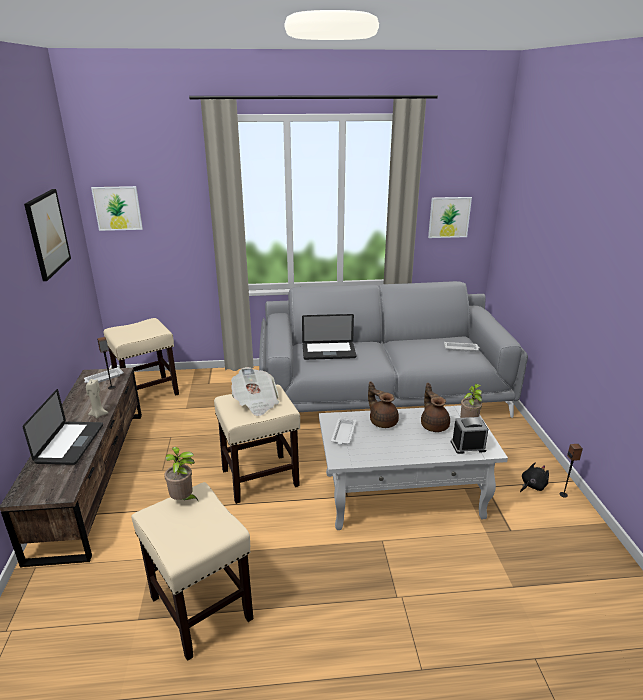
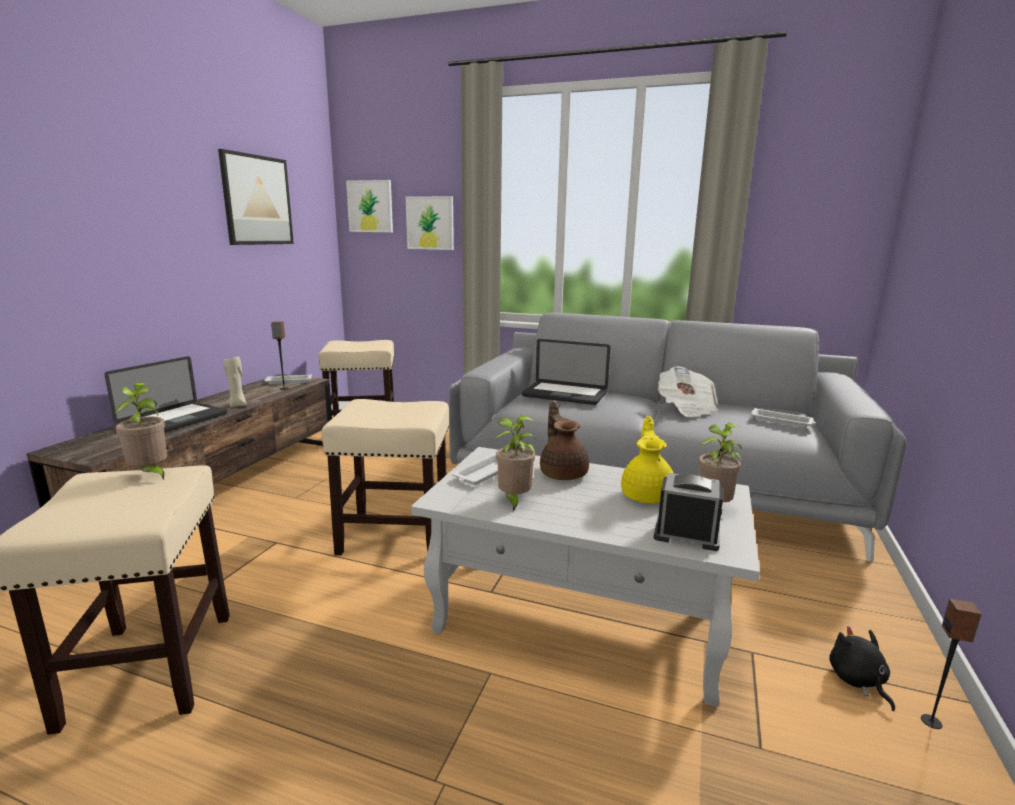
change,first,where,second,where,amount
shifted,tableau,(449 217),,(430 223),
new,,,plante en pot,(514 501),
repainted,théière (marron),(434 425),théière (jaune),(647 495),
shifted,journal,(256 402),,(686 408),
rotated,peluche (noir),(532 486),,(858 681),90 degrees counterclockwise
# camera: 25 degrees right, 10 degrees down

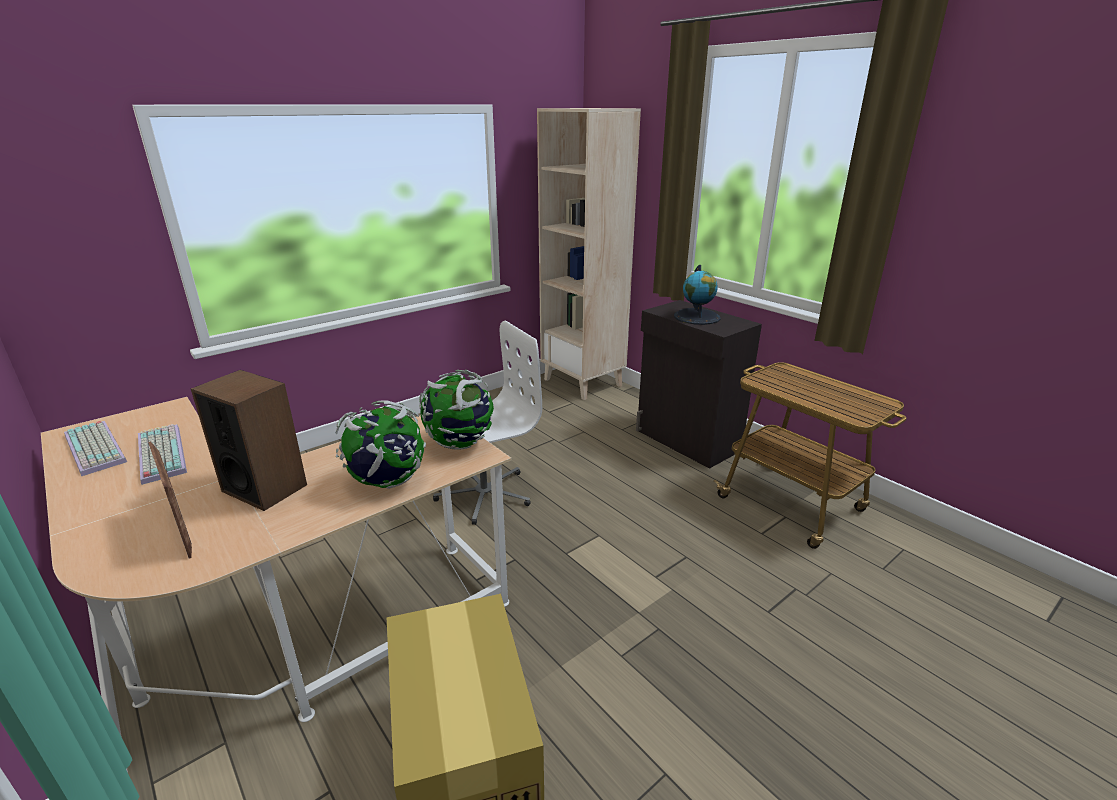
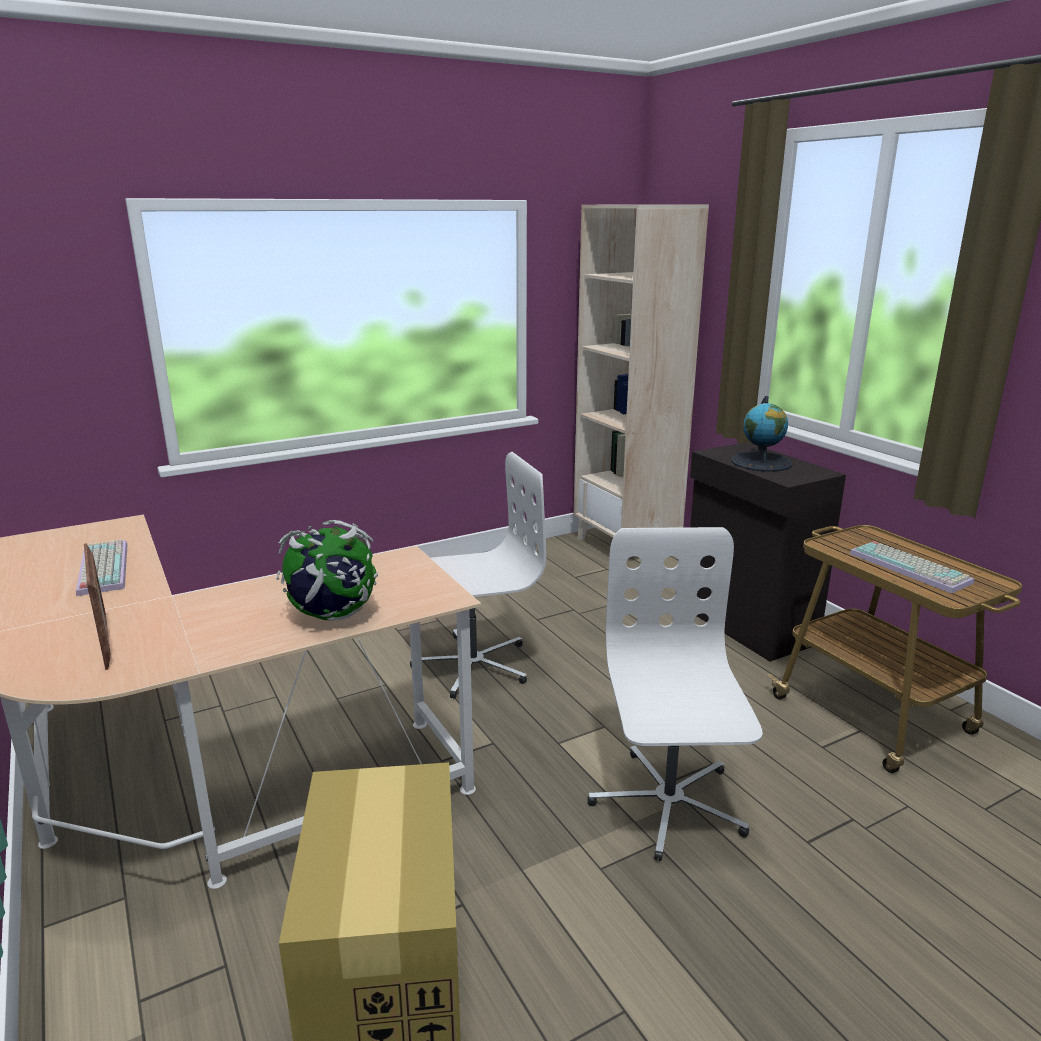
change,first,where,second,where,amount
new,,,chaise de bureau (blanc),(667 804),
shifted,clavier,(97 448),,(911 568),
gone,enceinte,(265 487),,,
gone,globe,(460 443),,,
# camera: 10 degrees right, 5 degrees down

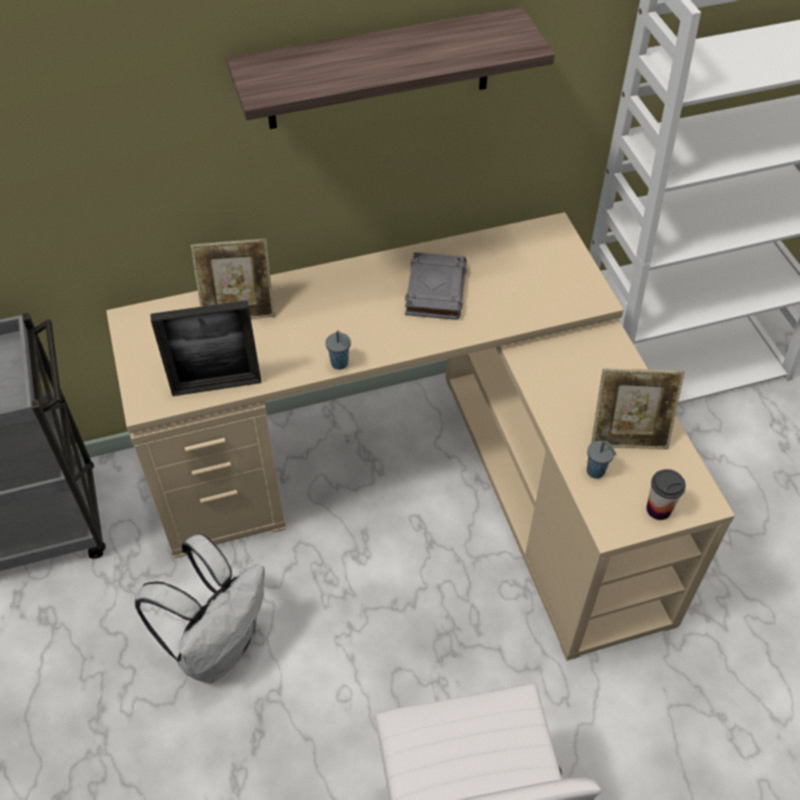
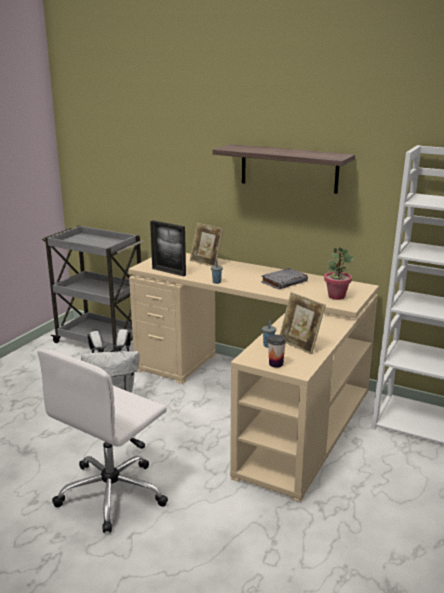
change,first,where,second,where,amount
new,,,plante en pot,(336 296),
# camera: 45 degrees right, 30 degrees down

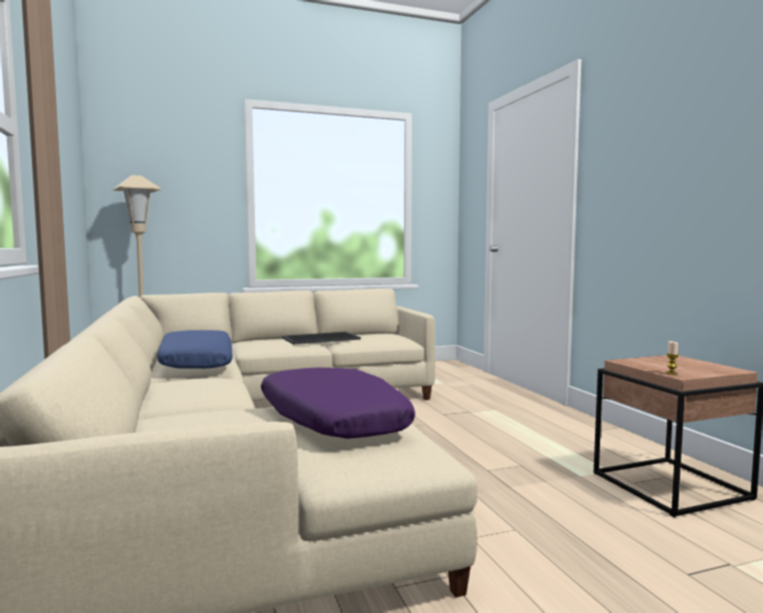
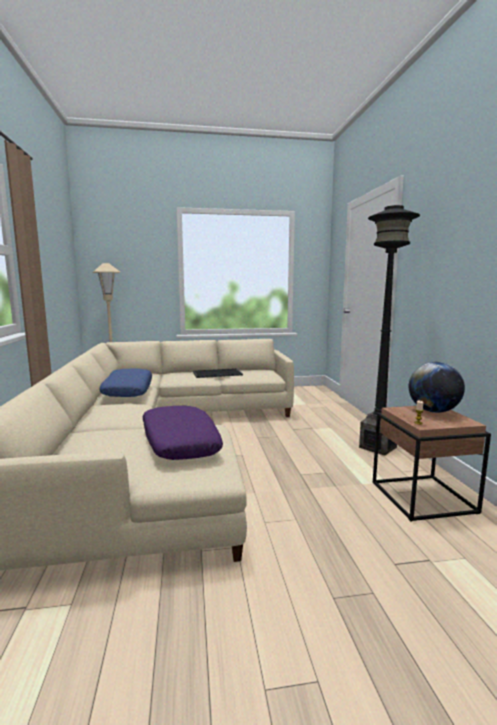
change,first,where,second,where,amount
new,,,lampadaire (noir),(378 447),
new,,,globe,(433 411),
# camera: 10 degrees right, 5 degrees up

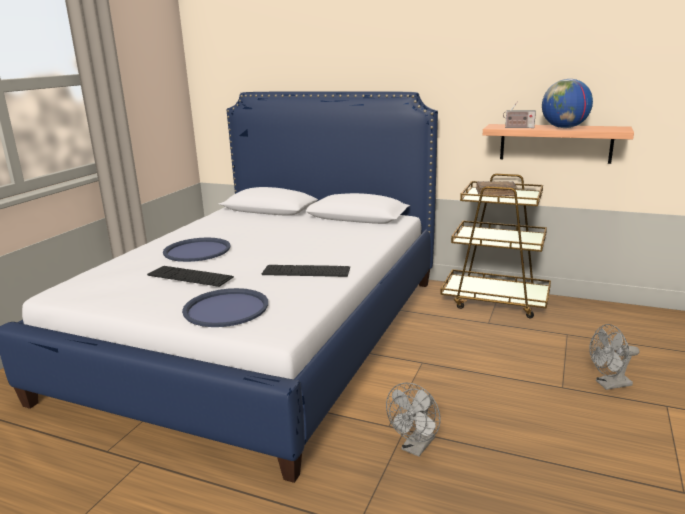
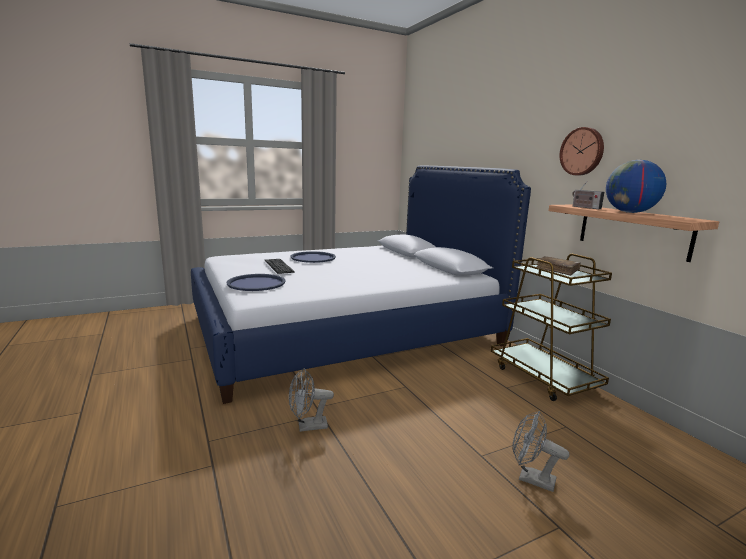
change,first,where,second,where,amount
new,,,horloge murale,(582 151),
gone,clavier,(306 271),,,
# camera: 40 degrees right, 5 degrees down

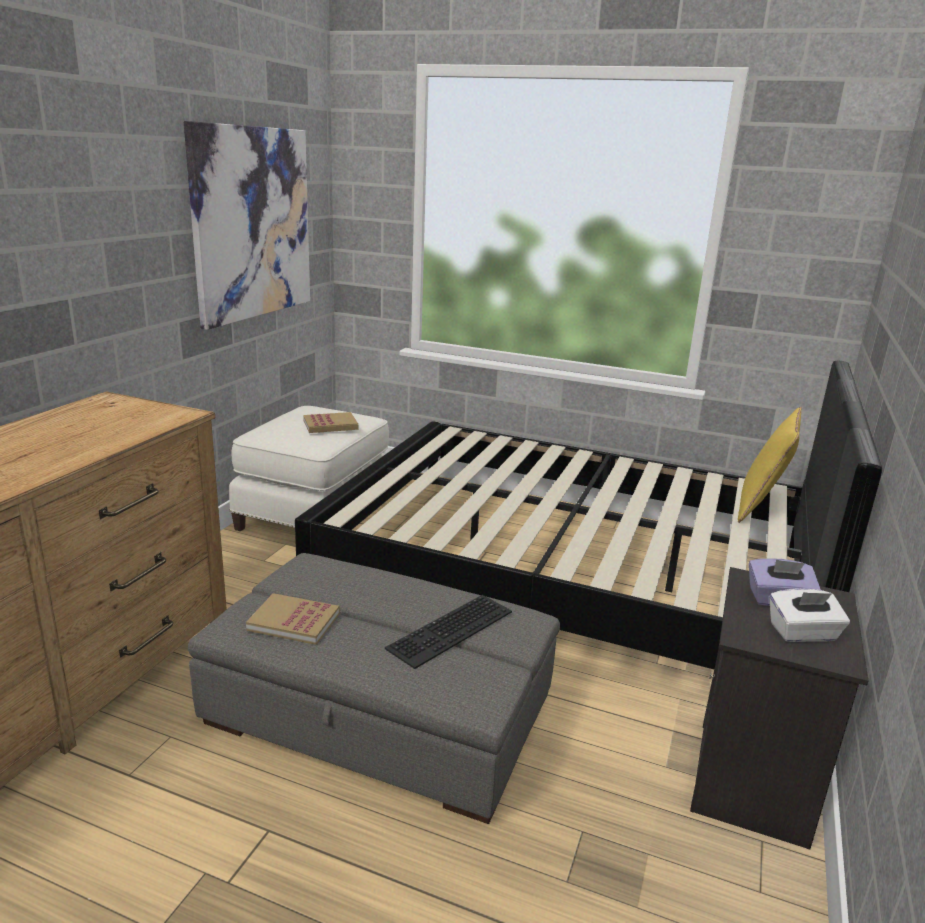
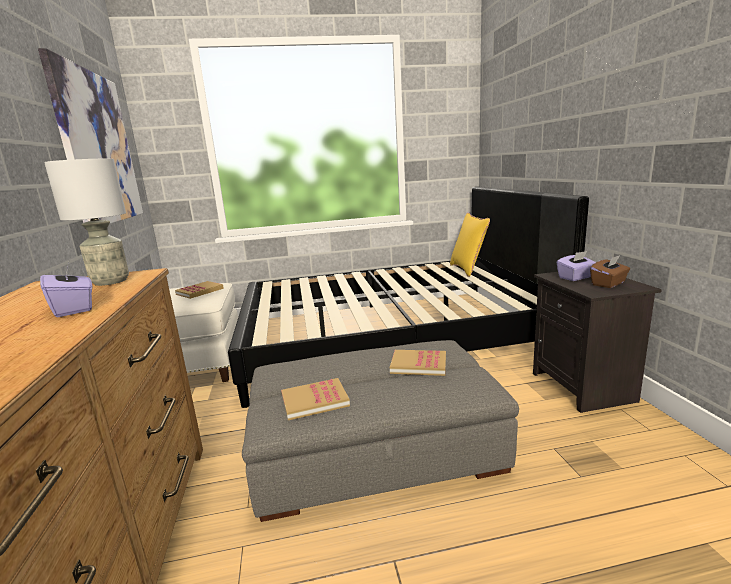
change,first,where,second,where,amount
new,,,boîte à mouchoirs (violet),(74 308),
new,,,lampe de table (gris),(110 282),
swapped,clavier,(452 631),livre,(418 364),
repainted,boîte à mouchoirs (blanc),(803 633),boîte à mouchoirs (marron),(608 284),
# camera: 30 degrees left, 5 degrees down

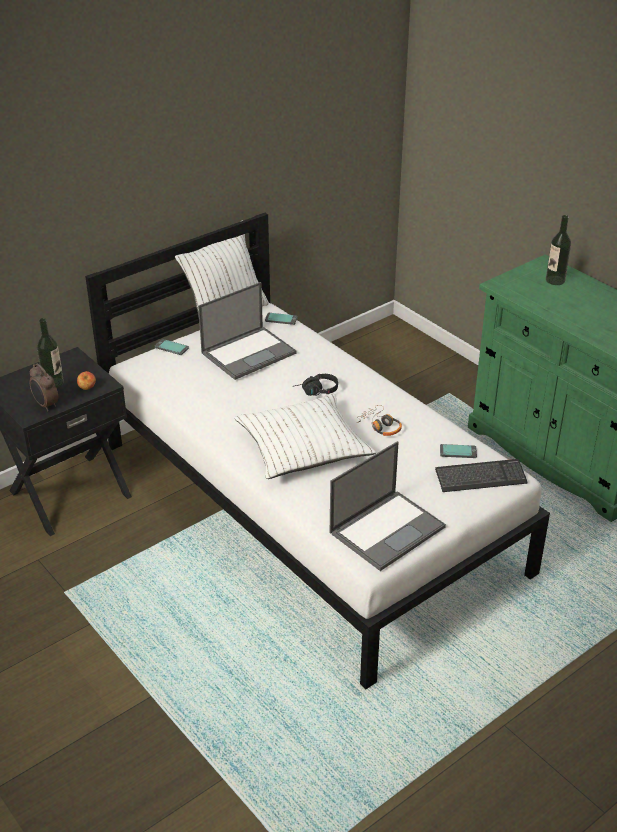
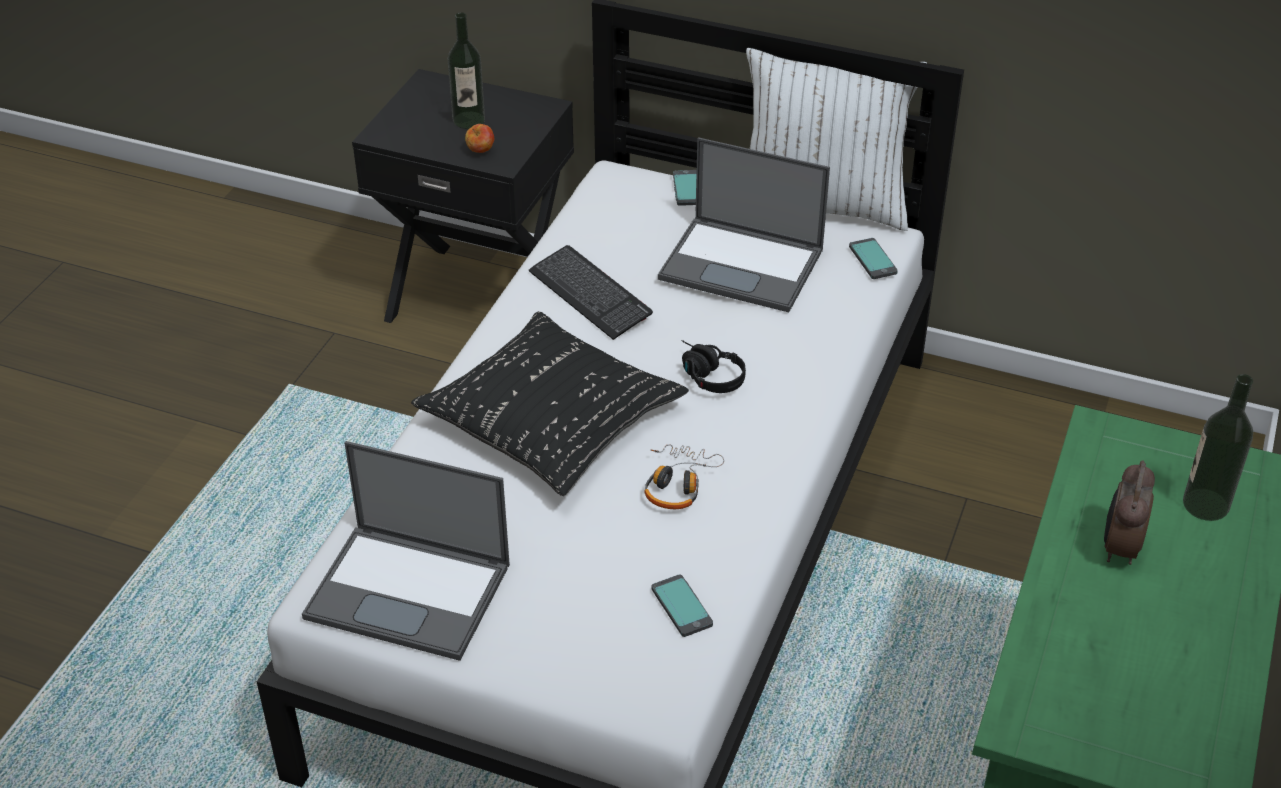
change,first,where,second,where,amount
repainted,coussin (blanc),(303 447),coussin (noir),(551 419),
shifted,clavier,(480 477),,(590 294),
shifted,réveil,(46 405),,(1119 548),
# camera: 60 degrees right, 5 degrees up

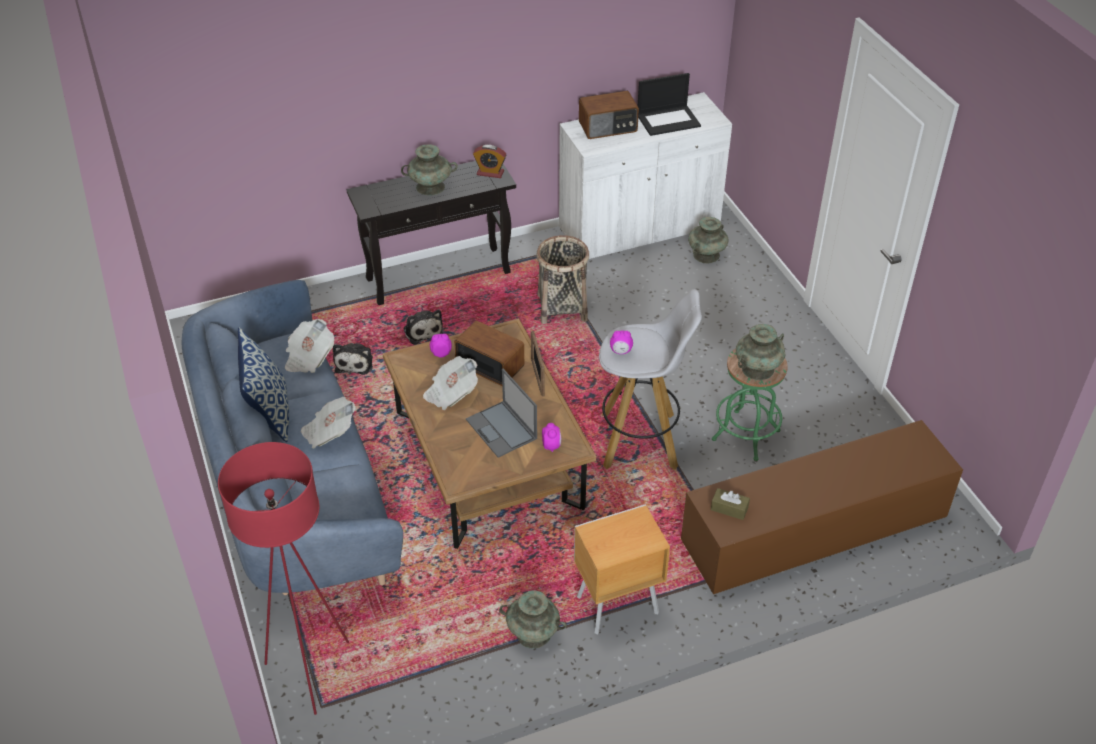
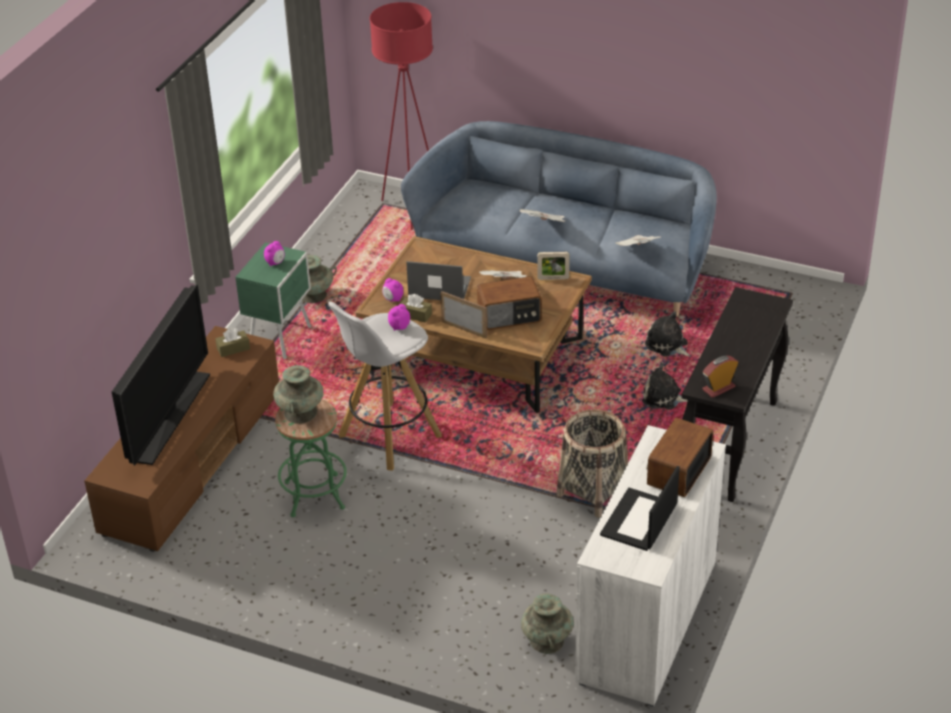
change,first,where,second,where,amount
new,,,téléviseur,(170 417),
repainted,table de chevet (marron),(615 605),table de chevet (vert),(281 338),
shifted,réveil,(441 353),,(275 263),
new,,,boîte à mouchoirs (marron),(415 315),
new,,,cadre photo,(553 278),
gone,coussin,(269 413),,,
gone,vase (turquoise),(430 187),,,
# camera: 135 degrees right, 5 degrees down

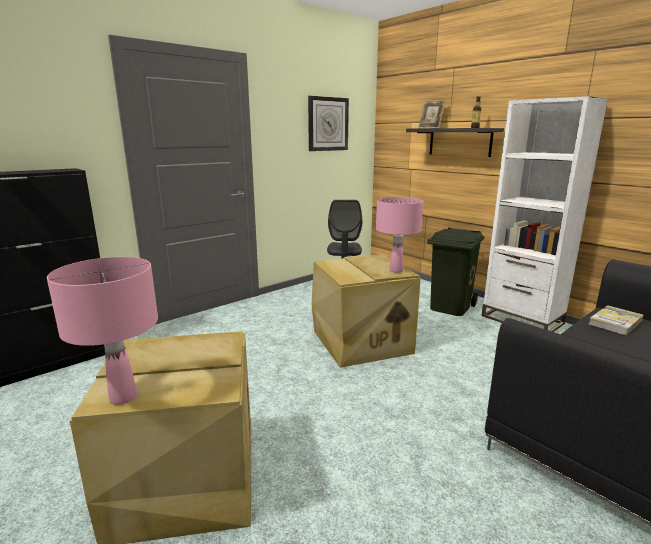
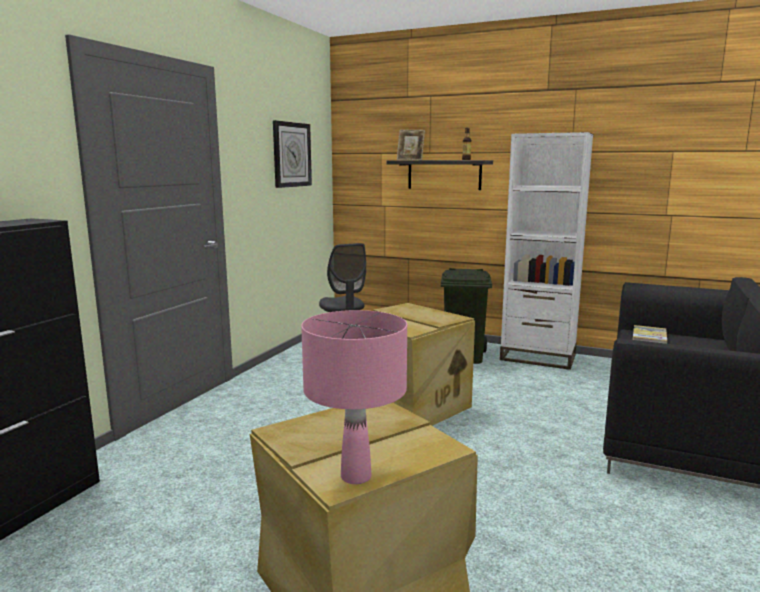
change,first,where,second,where,amount
gone,lampe de table (rose),(396 270),,,
# camera: 25 degrees left, 5 degrees down

